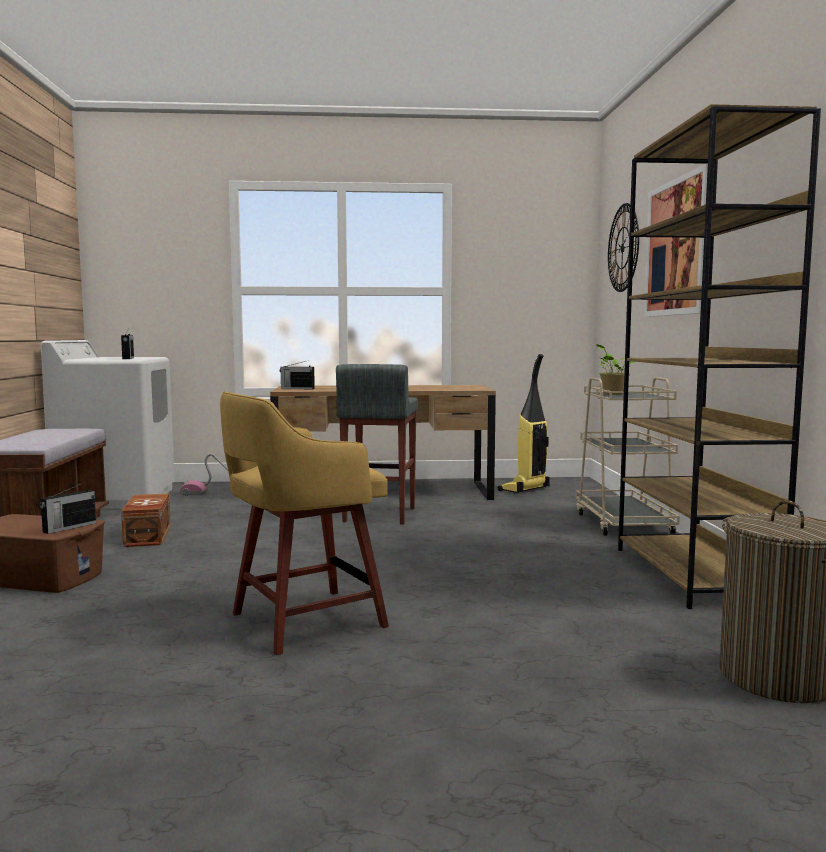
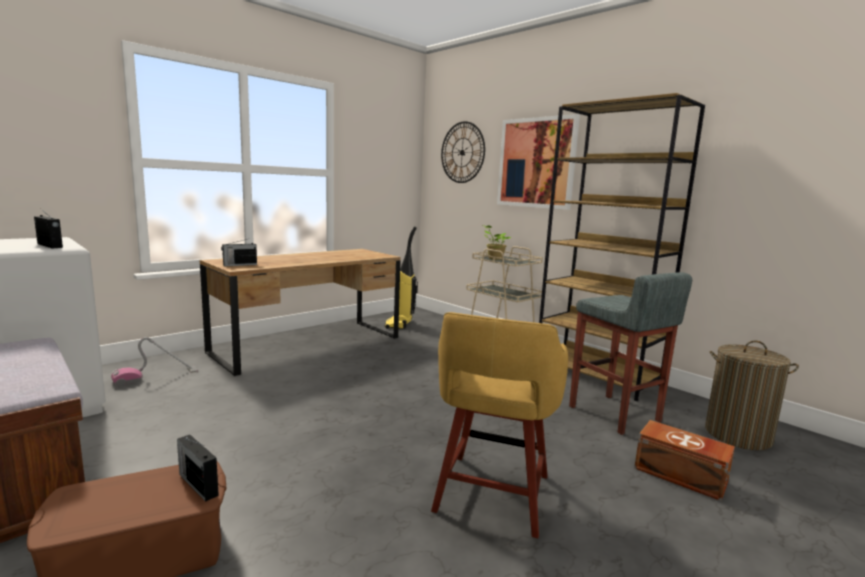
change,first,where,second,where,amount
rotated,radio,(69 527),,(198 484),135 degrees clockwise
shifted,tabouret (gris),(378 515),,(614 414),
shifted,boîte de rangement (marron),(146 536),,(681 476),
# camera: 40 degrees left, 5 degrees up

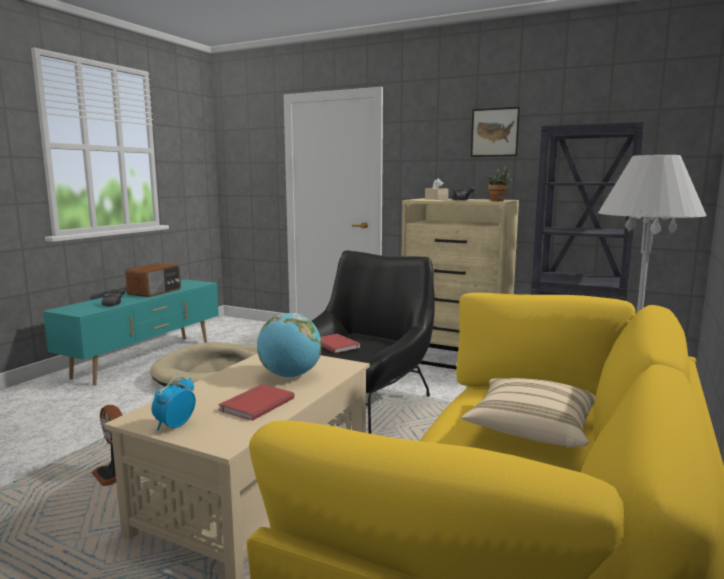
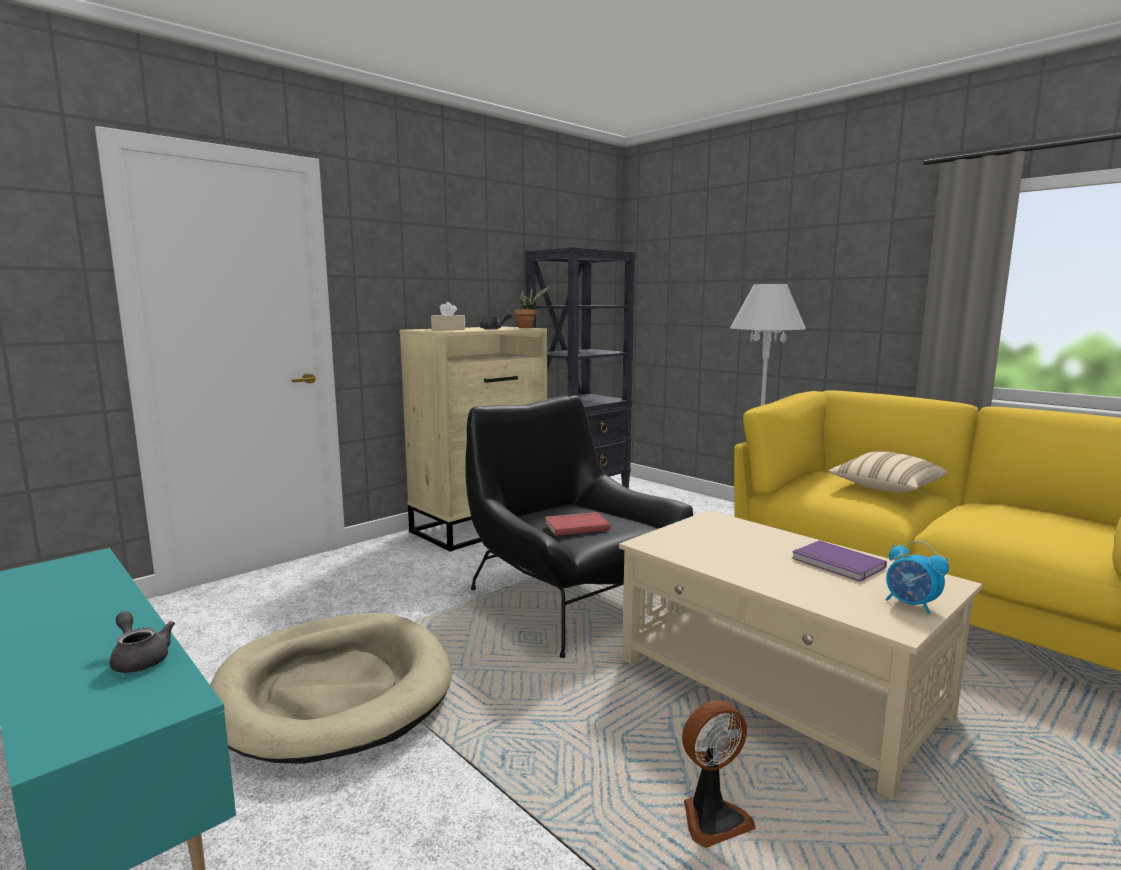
change,first,where,second,where,amount
repainted,livre (rouge),(255 404),livre (violet),(837 564),
gone,radio,(155 292),,,
gone,globe,(290 376),,,
gone,tableau,(494 132),,,
# camera: 70 degrees left, 0 degrees up

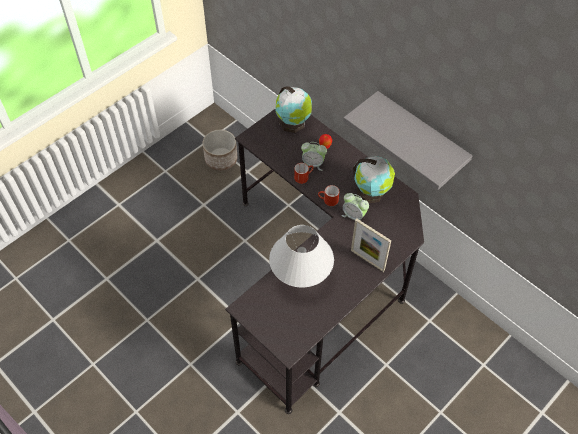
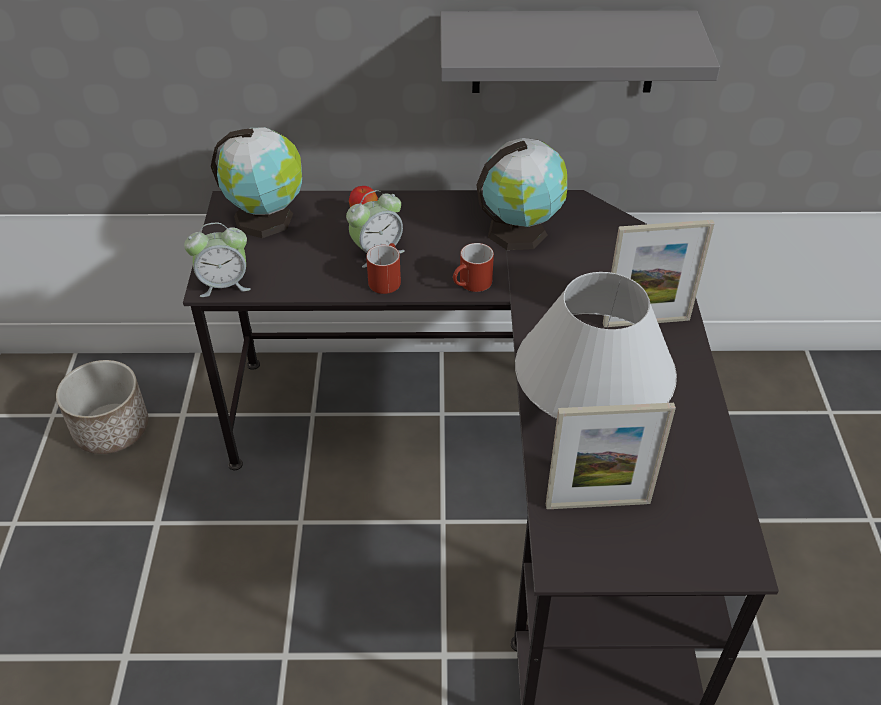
change,first,where,second,where,amount
shifted,réveil,(354 216),,(224 284),
new,,,cadre photo,(598 503),
# camera: 45 degrees left, 10 degrees down

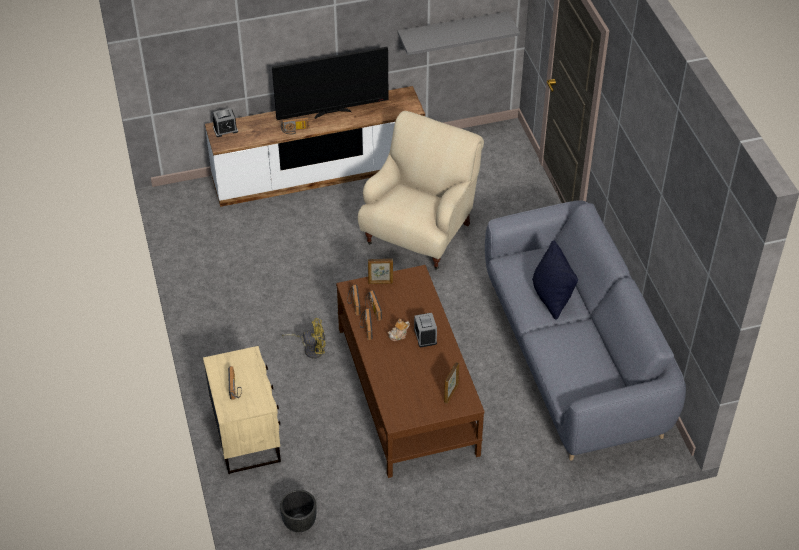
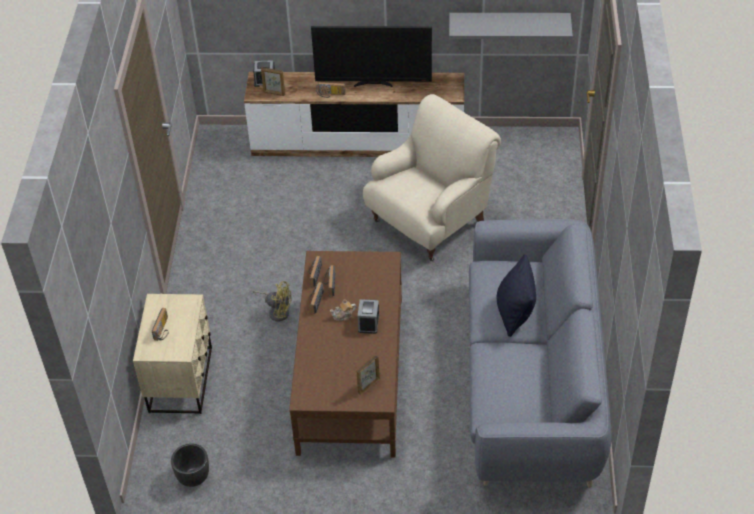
change,first,where,second,where,amount
shifted,cadre photo,(380 283),,(274 93),
# camera: 20 degrees right, 0 degrees up

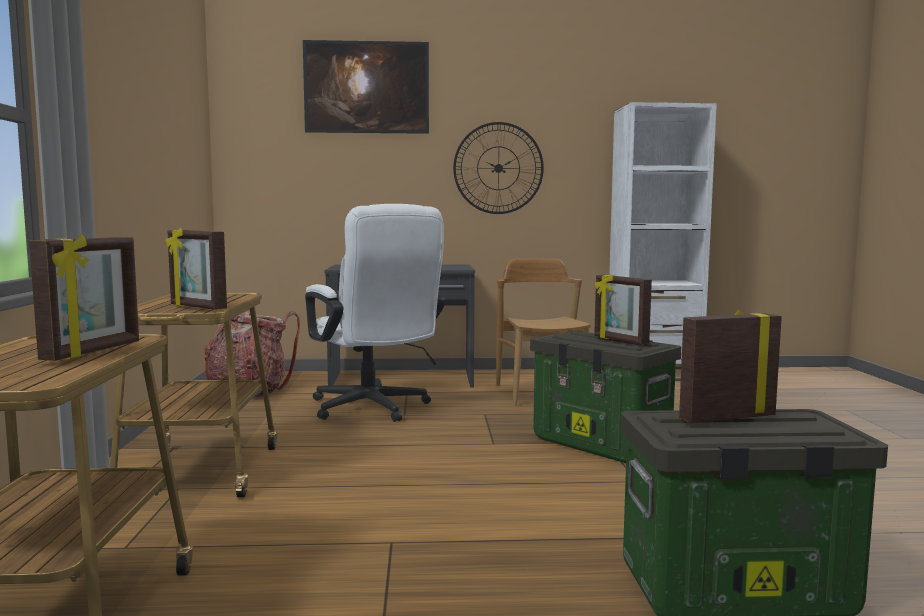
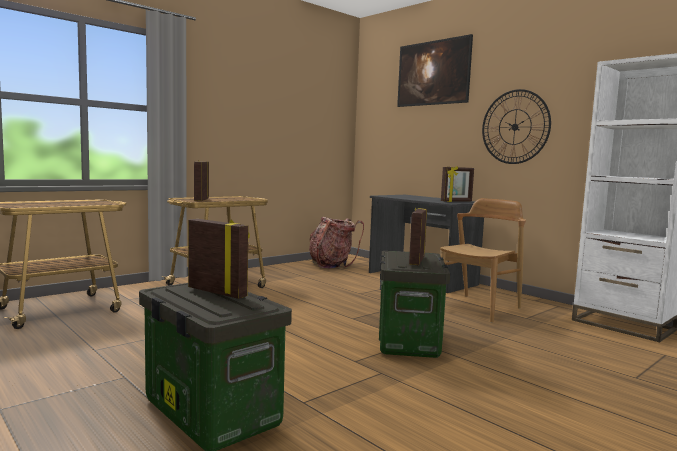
change,first,where,second,where,amount
shifted,cadre photo,(93 351),,(456 201),
gone,chaise de bureau (blanc),(374 409),,,
# camera: 50 degrees right, 0 degrees up

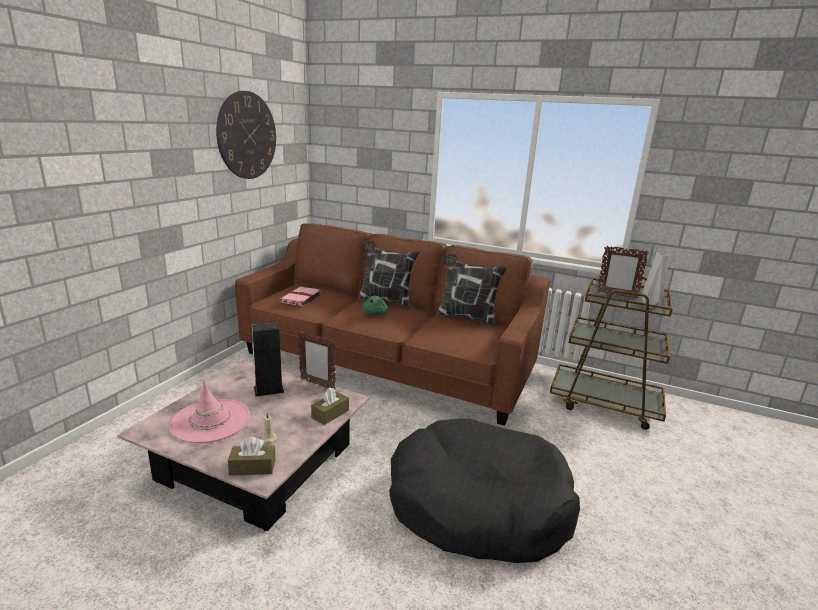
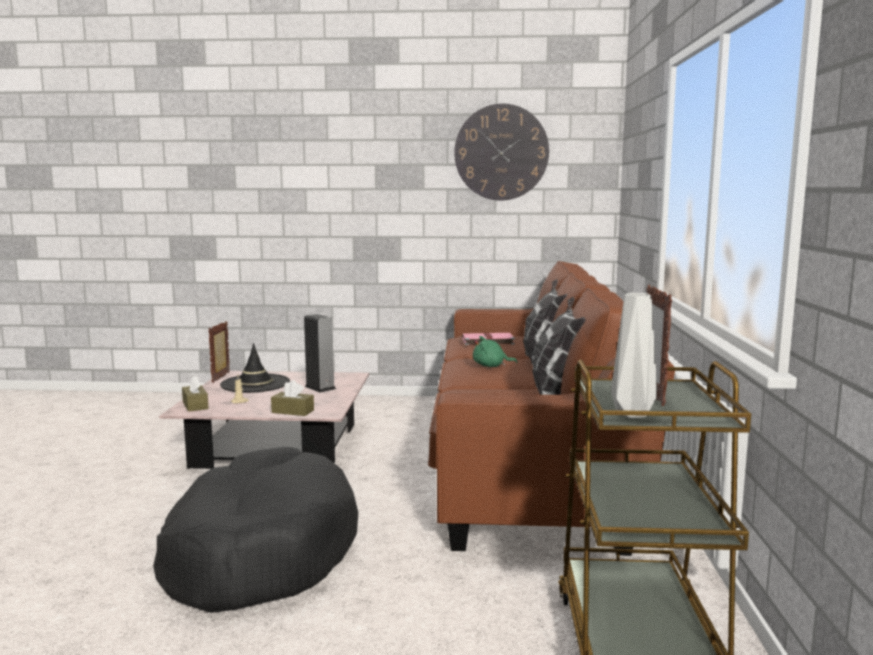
change,first,where,second,where,amount
shifted,cadre photo,(317 384),,(221 377),
repainted,chapeau (rose),(210 421),chapeau (noir),(255 384),
# camera: 70 degrees right, 10 degrees down

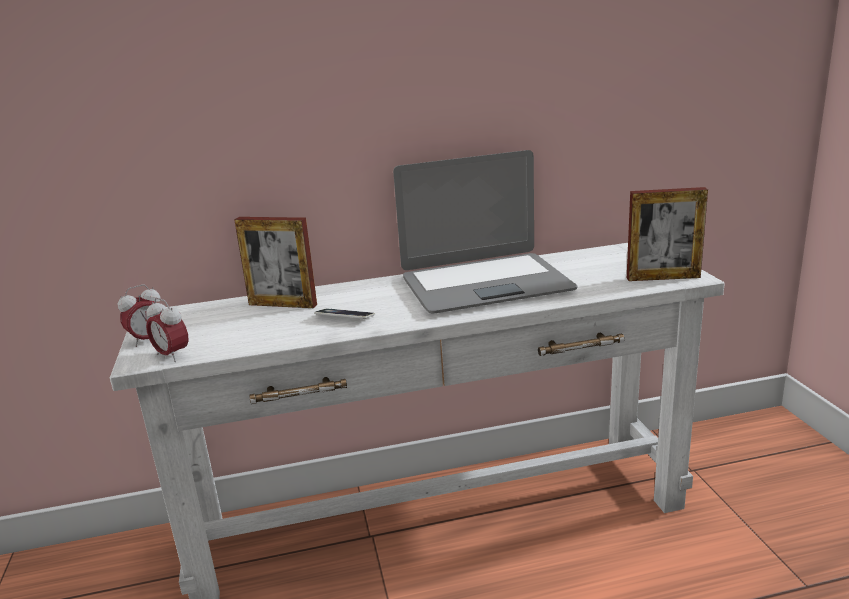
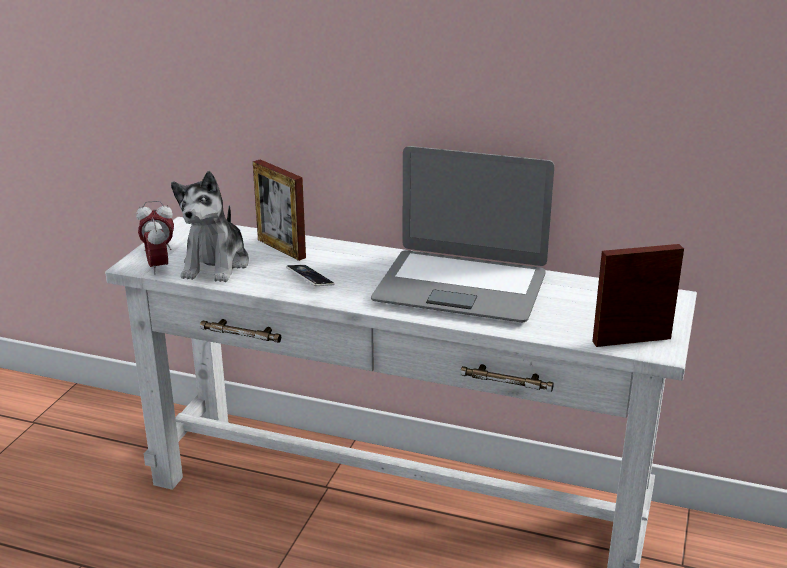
change,first,where,second,where,amount
new,,,peluche,(216 265),
rotated,cadre photo,(663 277),,(631 340),135 degrees clockwise
# camera: 30 degrees right, 5 degrees up

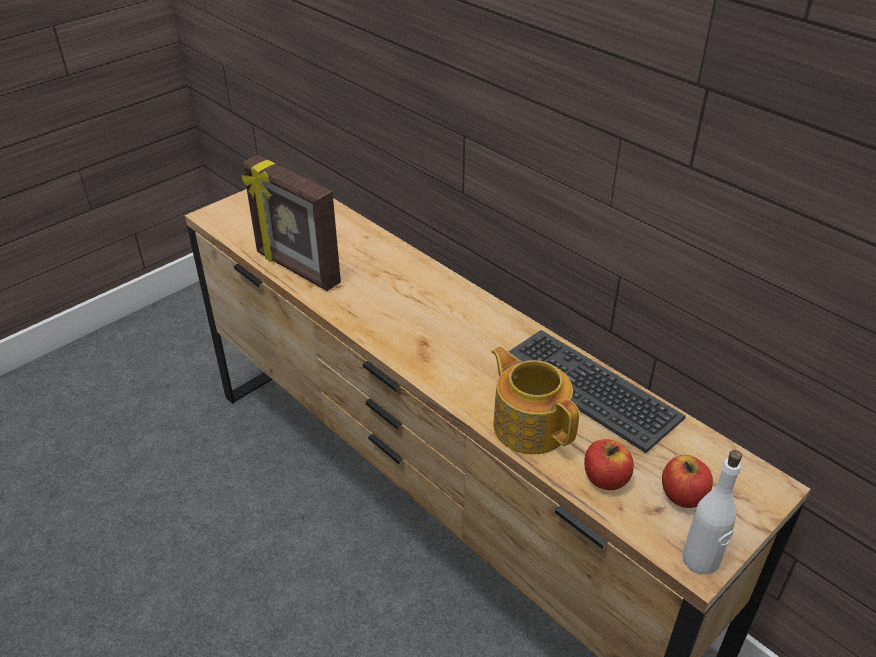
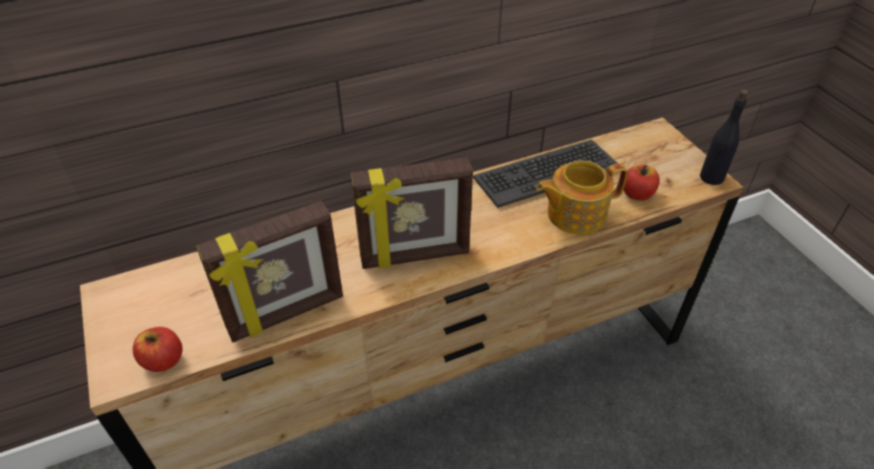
change,first,where,second,where,amount
shifted,pomme,(683 495),,(163 360),
new,,,cadre photo,(415 256),
repainted,bouteille (blanc),(701 560),bouteille (noir),(712 177),
# camera: 70 degrees left, 5 degrees up

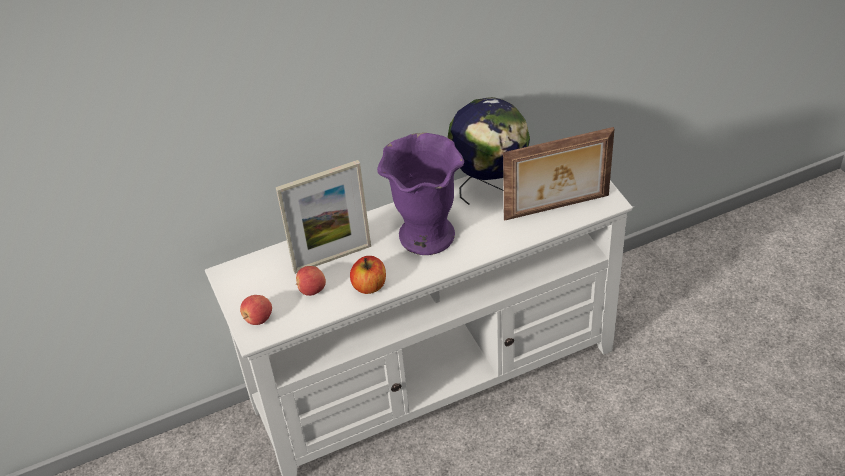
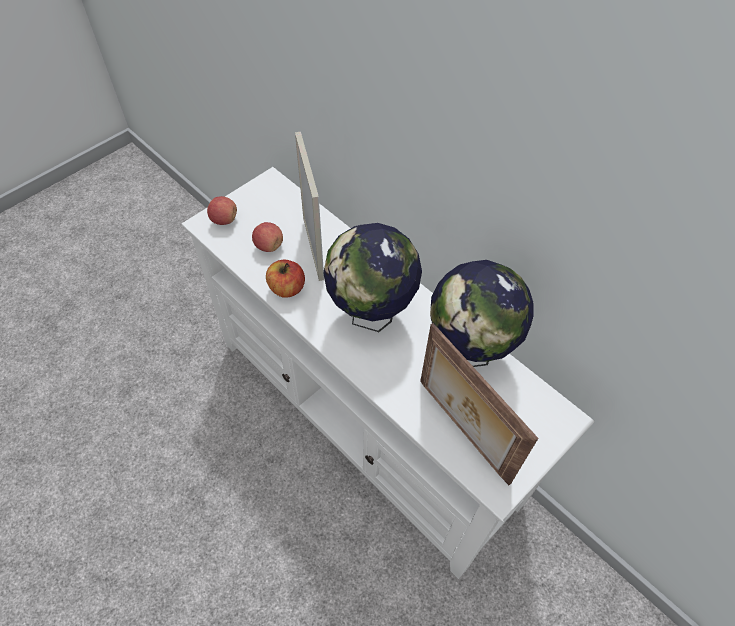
change,first,where,second,where,amount
rotated,cadre photo,(332 258),,(313 248),150 degrees counterclockwise
swapped,vase (violet),(426 235),globe,(370 315),
# camera: 65 degrees right, 10 degrees up

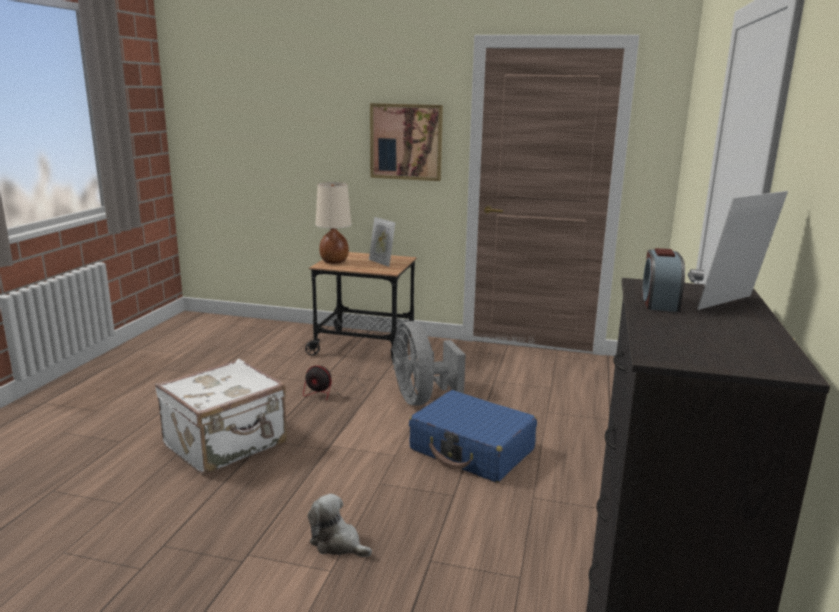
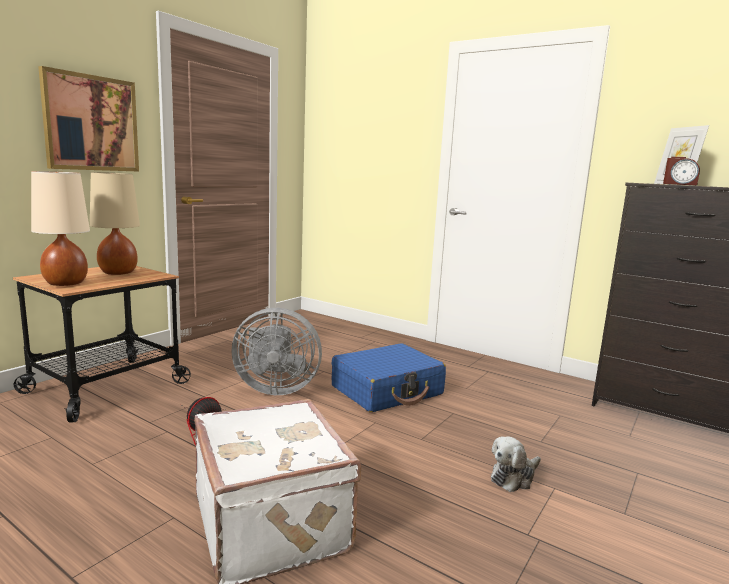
change,first,where,second,where,amount
swapped,cadre photo,(381 262),lampe de table (beige),(118 272),
# camera: 70 degrees left, 5 degrees down

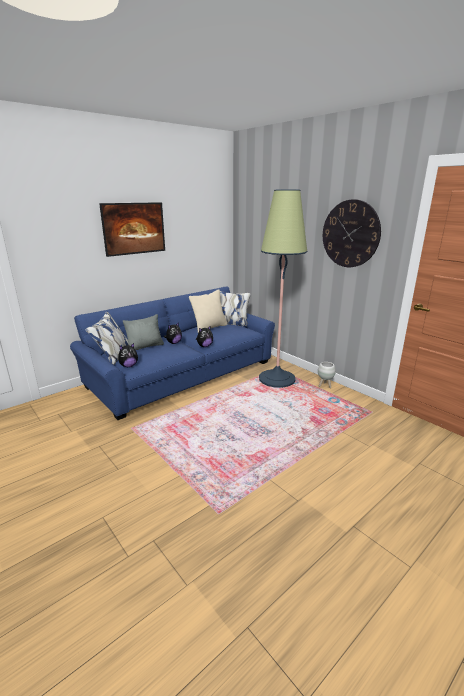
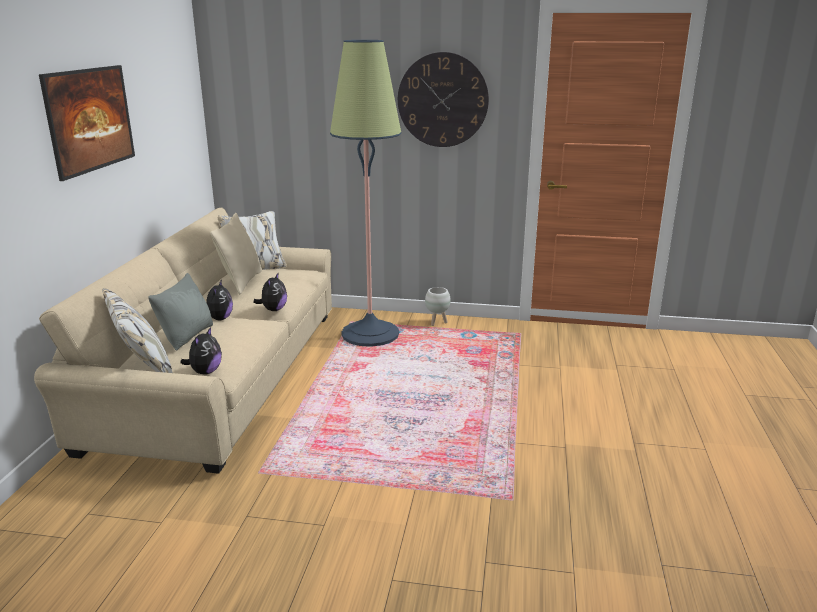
change,first,where,second,where,amount
repainted,canapé (bleu),(183 374),canapé (beige),(222 374),
# camera: 40 degrees left, 0 degrees up

